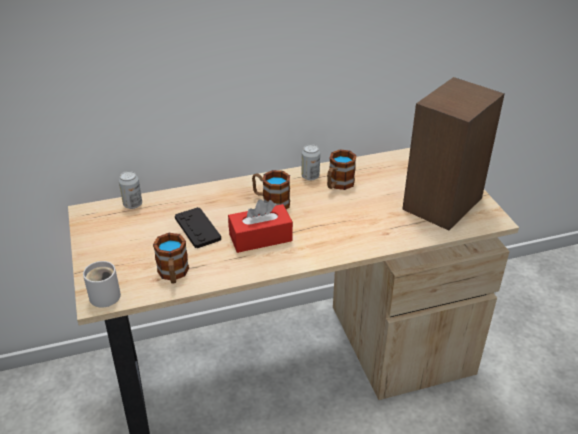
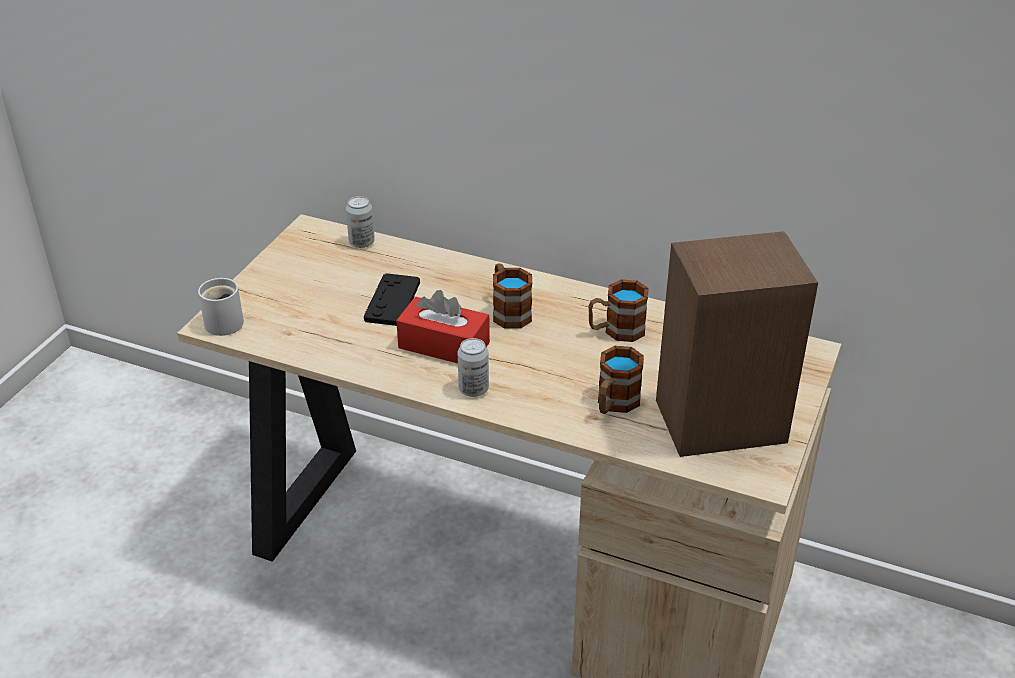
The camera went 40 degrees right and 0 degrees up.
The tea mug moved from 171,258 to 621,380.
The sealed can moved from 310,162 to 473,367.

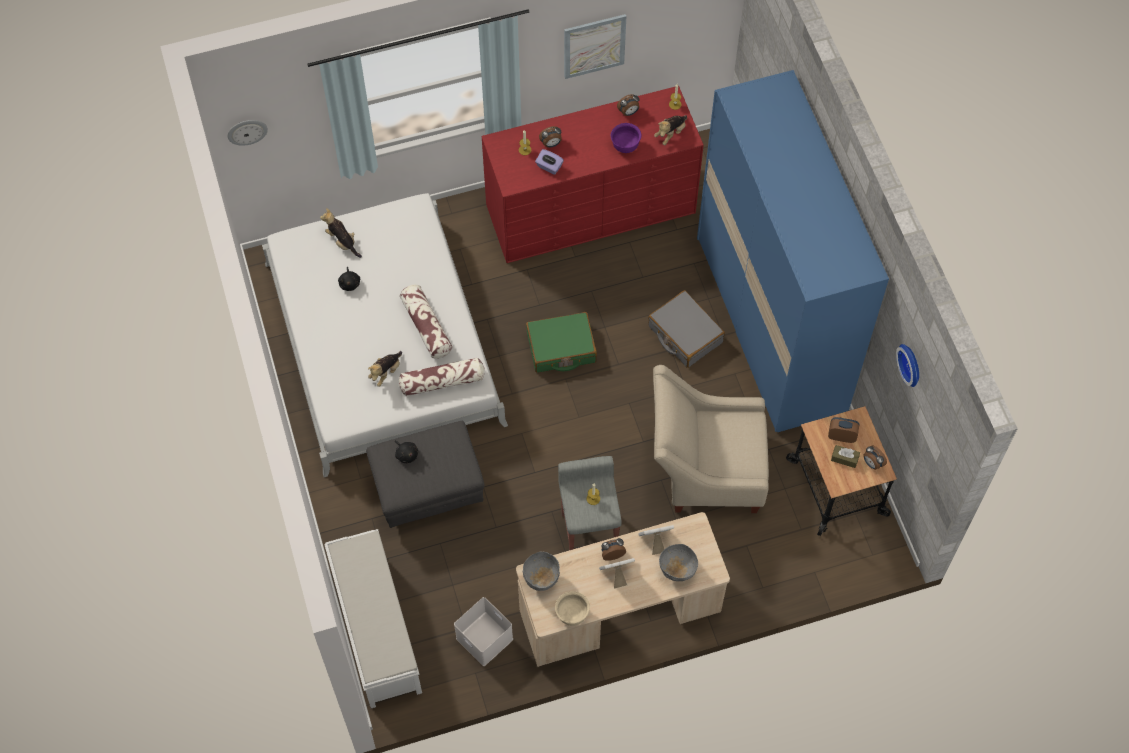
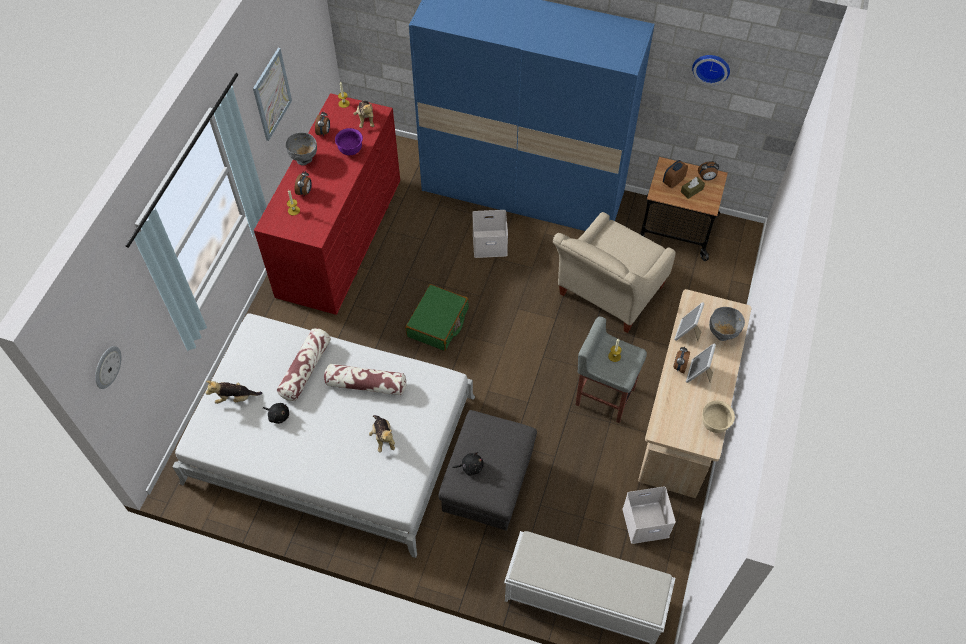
The camera went 55 degrees left and 5 degrees down.
The cushion moved from 442,377 to 304,364.
The deep dish/greyish moved from 541,571 to 301,148.
The tissue box/purplish at 549,162 disappeared.
The piece of luggage/greyish at 686,329 was replaced by the storage container/white at 490,234.

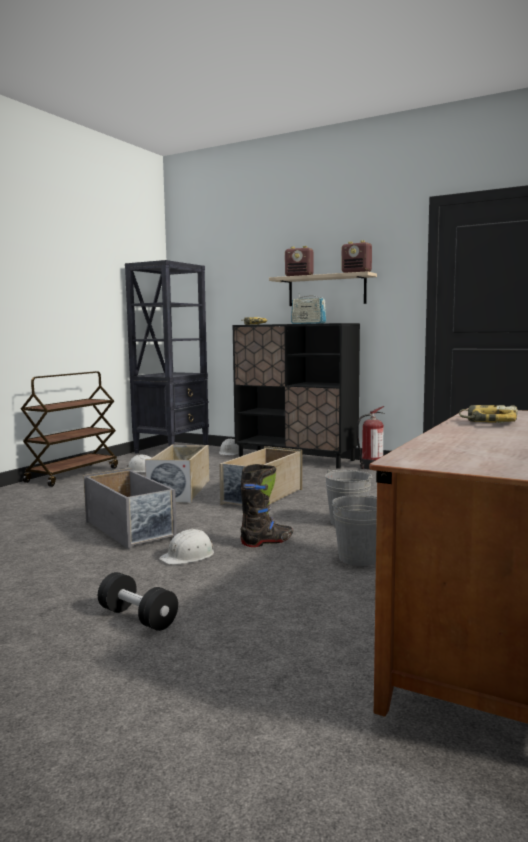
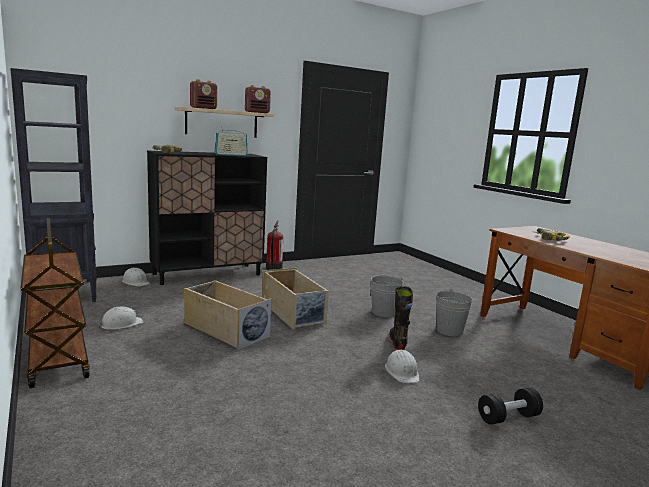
The camera went 60 degrees left and 5 degrees up.
The storage container/greyish at 130,508 disappeared.

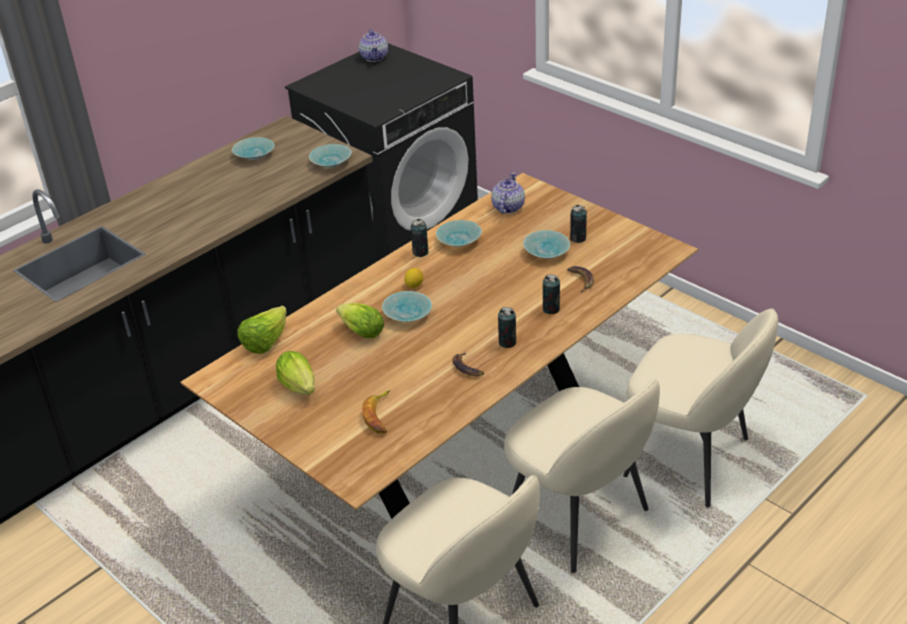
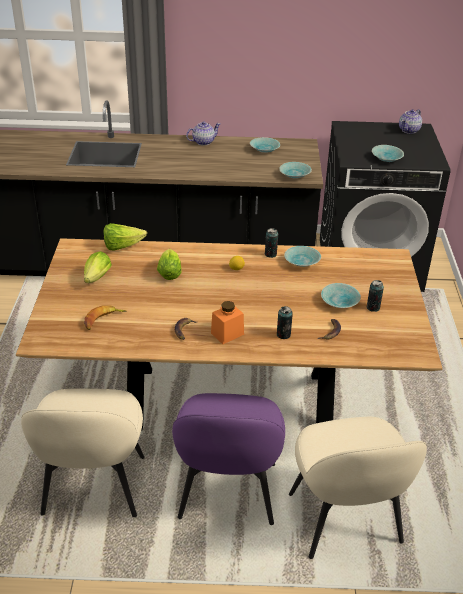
The camera went 45 degrees right and 0 degrees up.
The deep dish/turquoise moved from 407,306 to 388,153.
The teapot moved from 508,193 to 203,133.
The sealed can at 507,327 was replaced by the preserve jar/orangey at 227,322.
The upright chair/beige-coloured at 582,476 became the upright chair/purplish at 228,459.

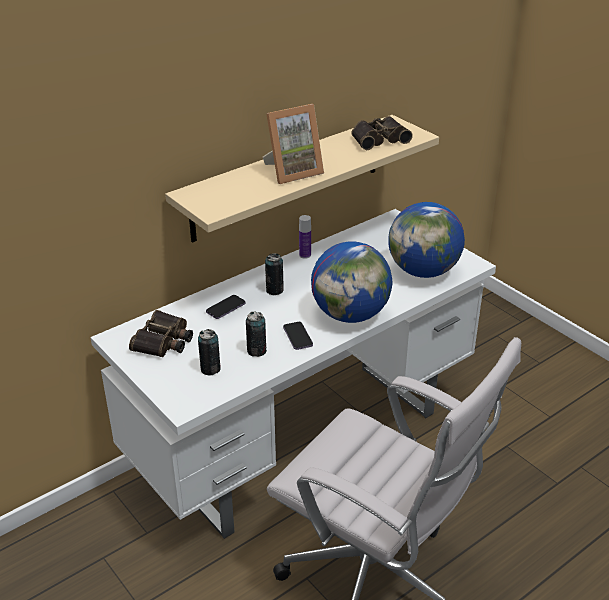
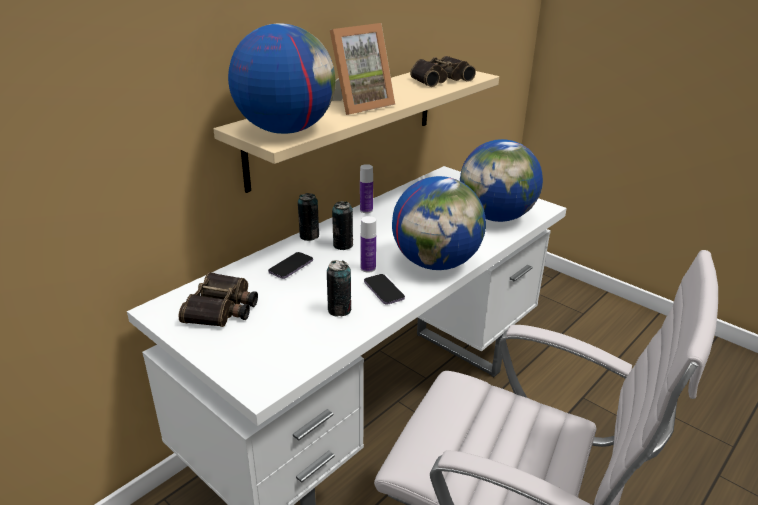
The camera went 10 degrees left and 5 degrees down.
The sealed can moved from 209,352 to 308,217.
The globe at 282,78 appeared.
The drink bottle at 368,244 appeared.

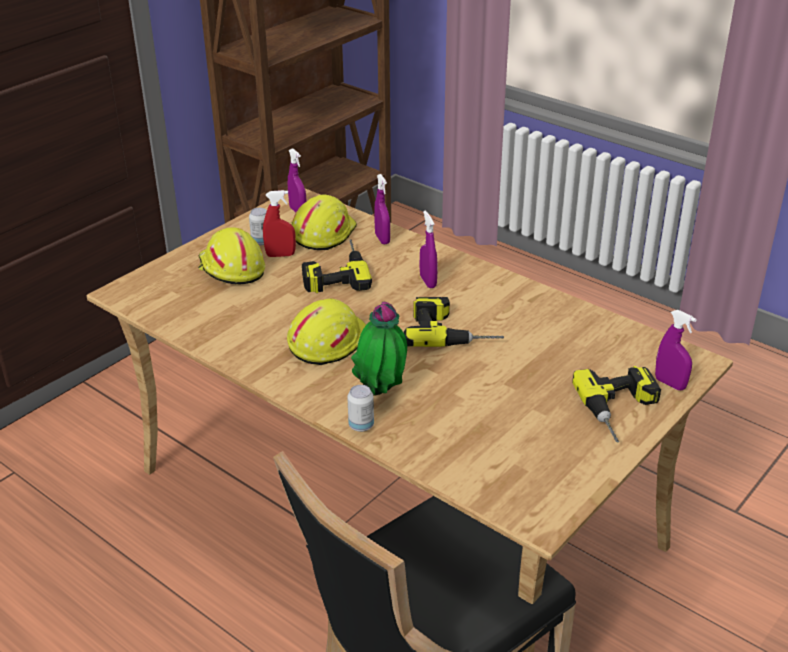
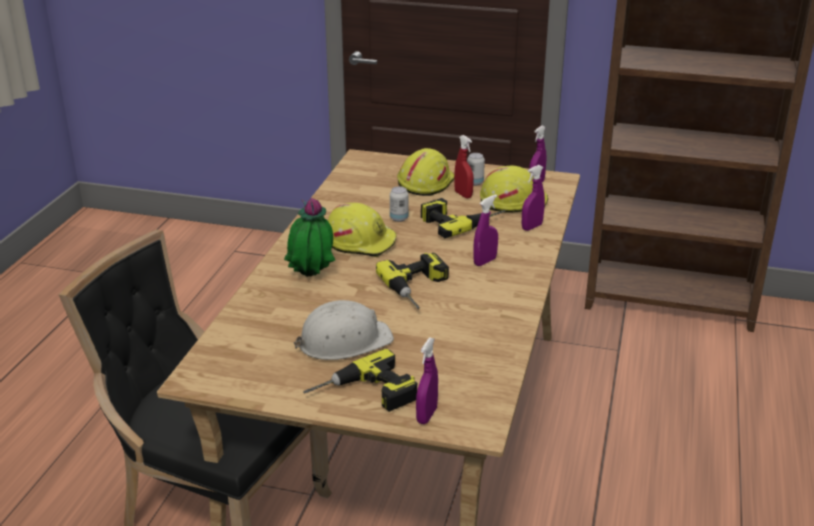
The camera went 65 degrees right and 5 degrees down.
The sealed can moved from 360,408 to 399,204.
The work helmet/white at 344,330 appeared.

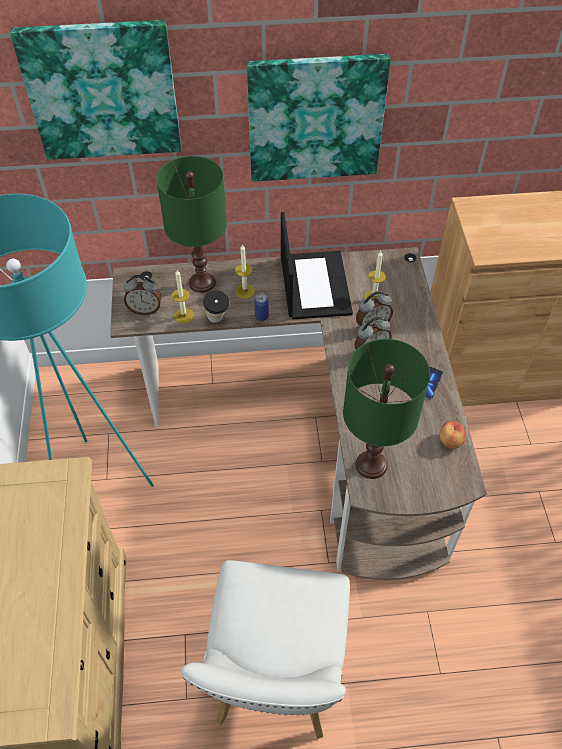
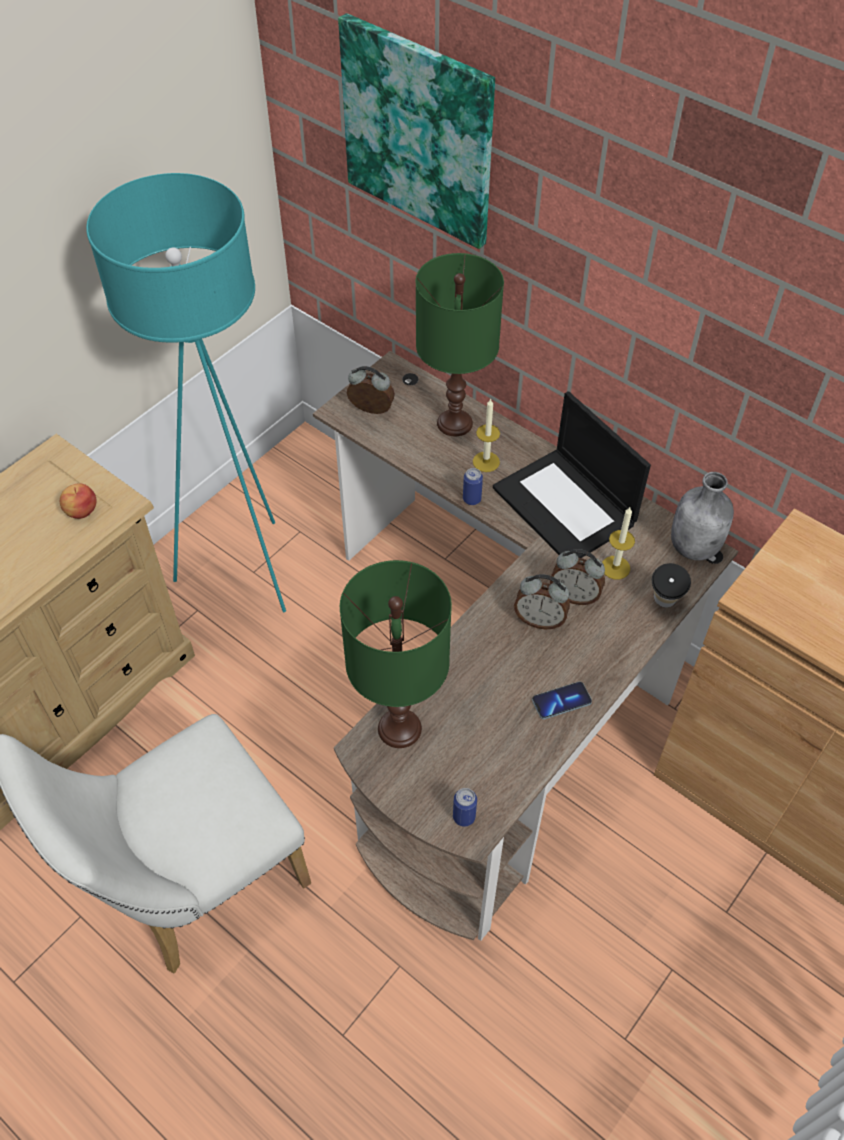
The camera went 45 degrees right and 0 degrees up.
The bedside clock at 142,295 turned 150 degrees clockwise.
The candle at 183,297 disappeared.
The small cup moved from 216,306 to 671,585.
The picture at 319,118 disappeared.
The laptop at 317,265 turned 105 degrees clockwise.
The whole apple moved from 453,435 to 78,501.
The sealed can at 465,807 appeared.
The drink bottle/greyish at 702,516 appeared.

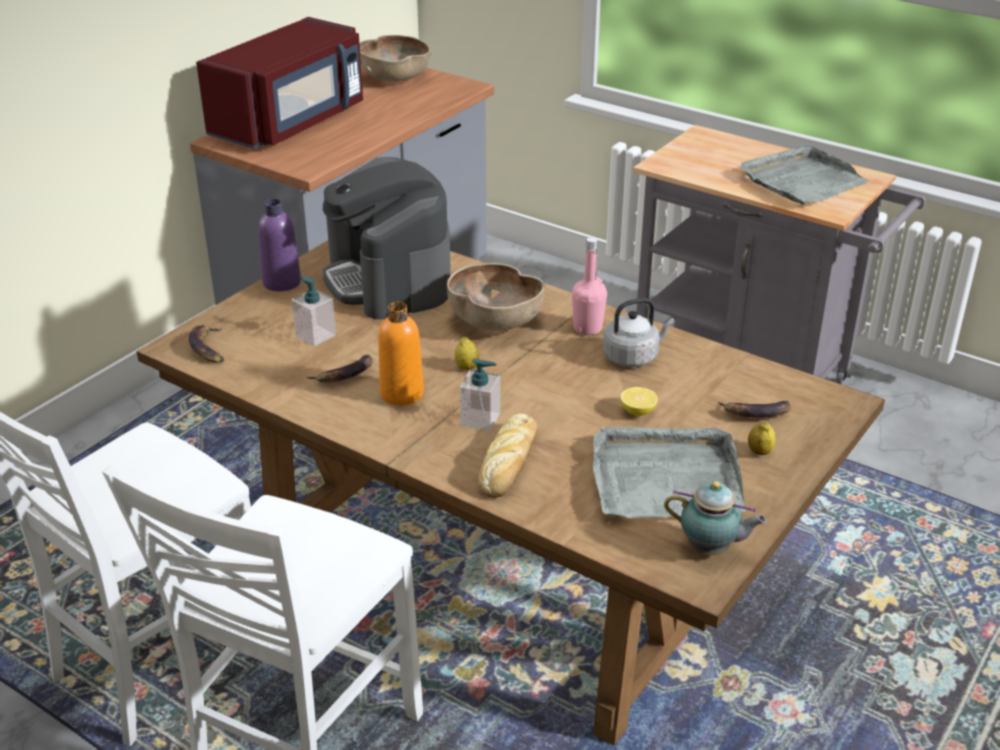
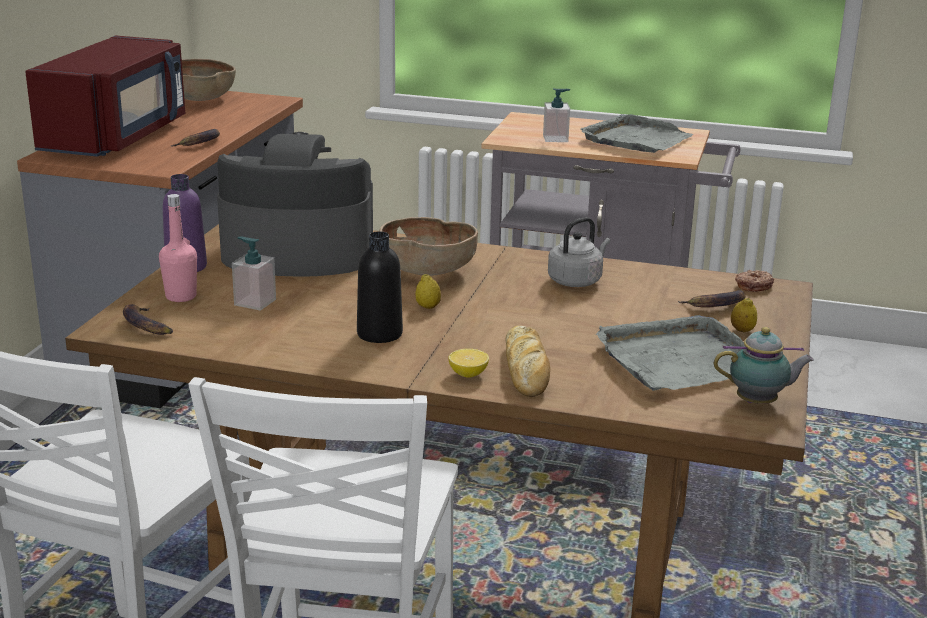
The camera went 20 degrees left and 10 degrees down.
The banana fruit moved from 340,368 to 195,138.
The coffee maker at 386,238 turned 135 degrees clockwise.
The drink bottle/orangey at 401,353 became the drink bottle/blackish at 380,287.
The soap bottle moved from 480,395 to 556,115.
The drink bottle/pinkish moved from 589,286 to 178,248.
The whole lemon moved from 639,401 to 468,363.
The doughnut at 754,281 appeared.

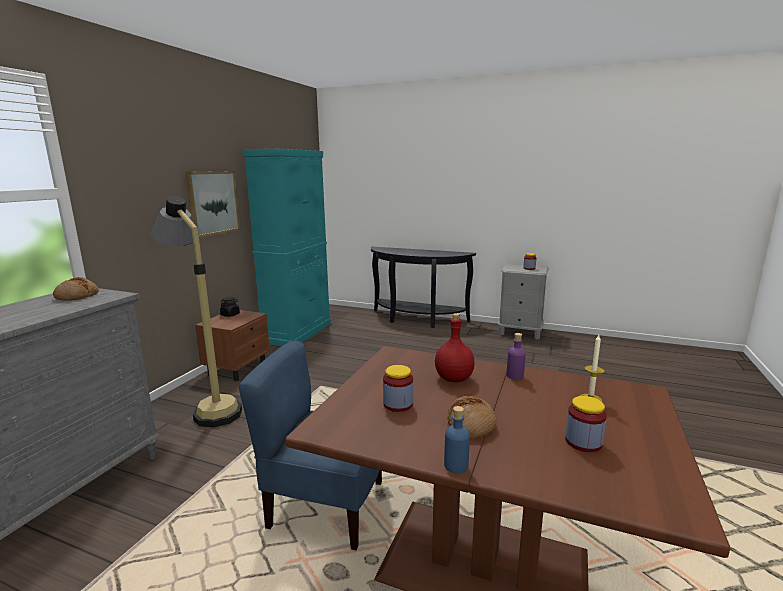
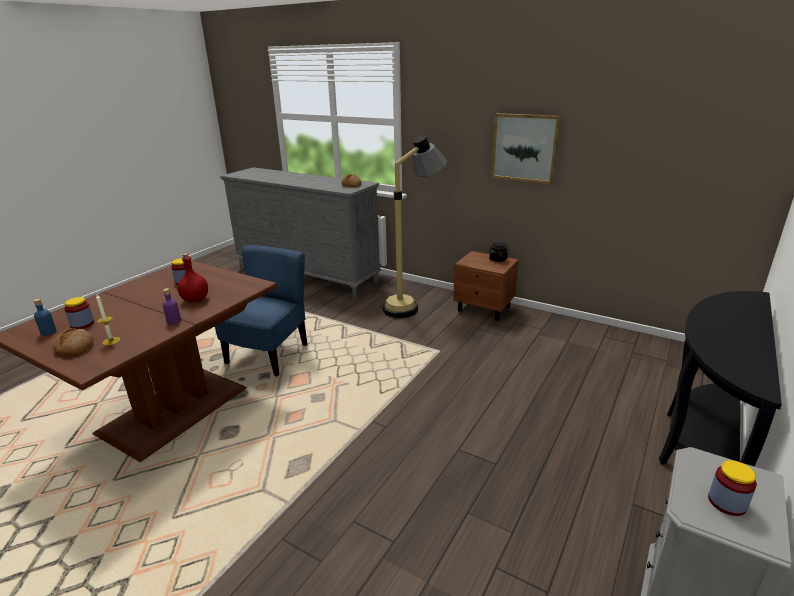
The camera went 100 degrees right and 10 degrees up.
The storage cabinet/turquoise at 286,247 disappeared.
The drink bottle/bluish moved from 457,439 to 45,317.
The bread moved from 472,417 to 73,341.

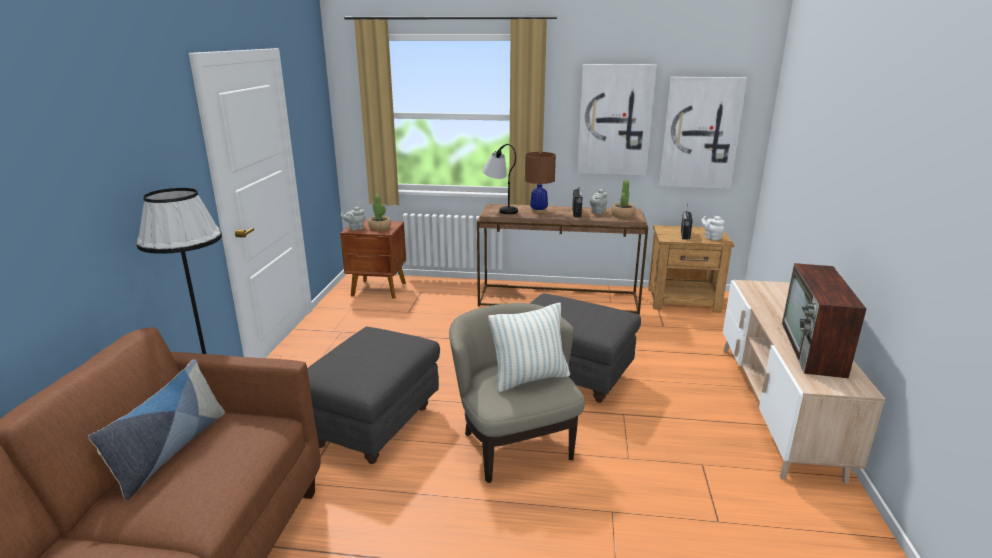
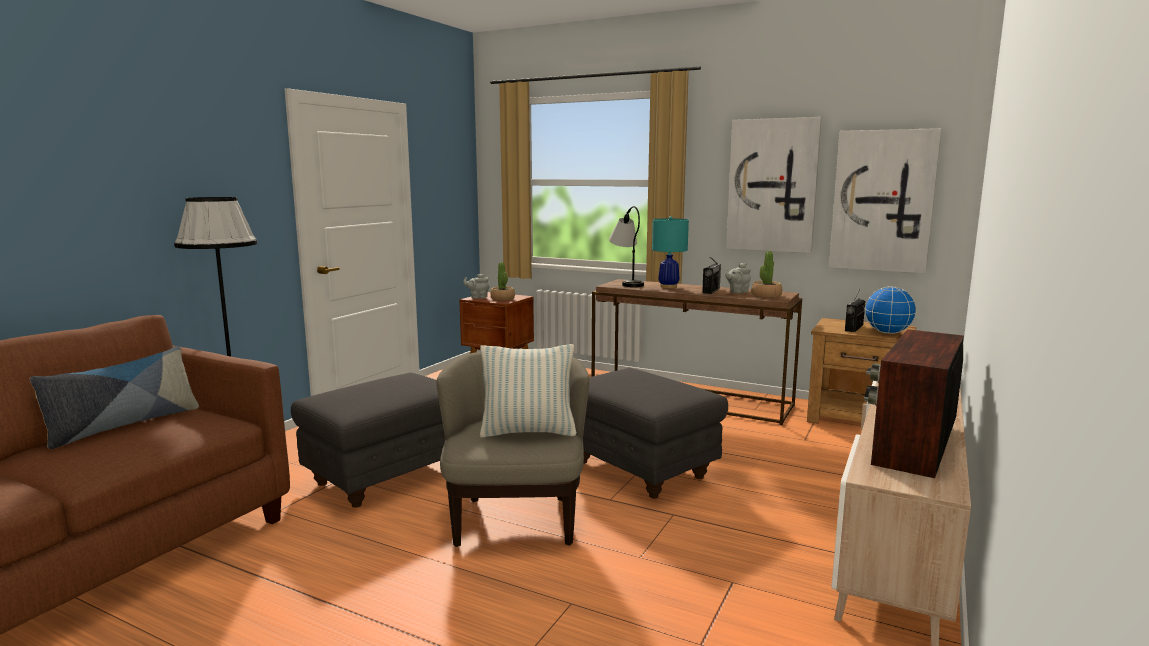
The camera went 20 degrees right and 10 degrees down.
The table lamp/brown at 540,182 became the table lamp/turquoise at 670,252.
The teapot/white at 713,228 was replaced by the globe at 891,310.

